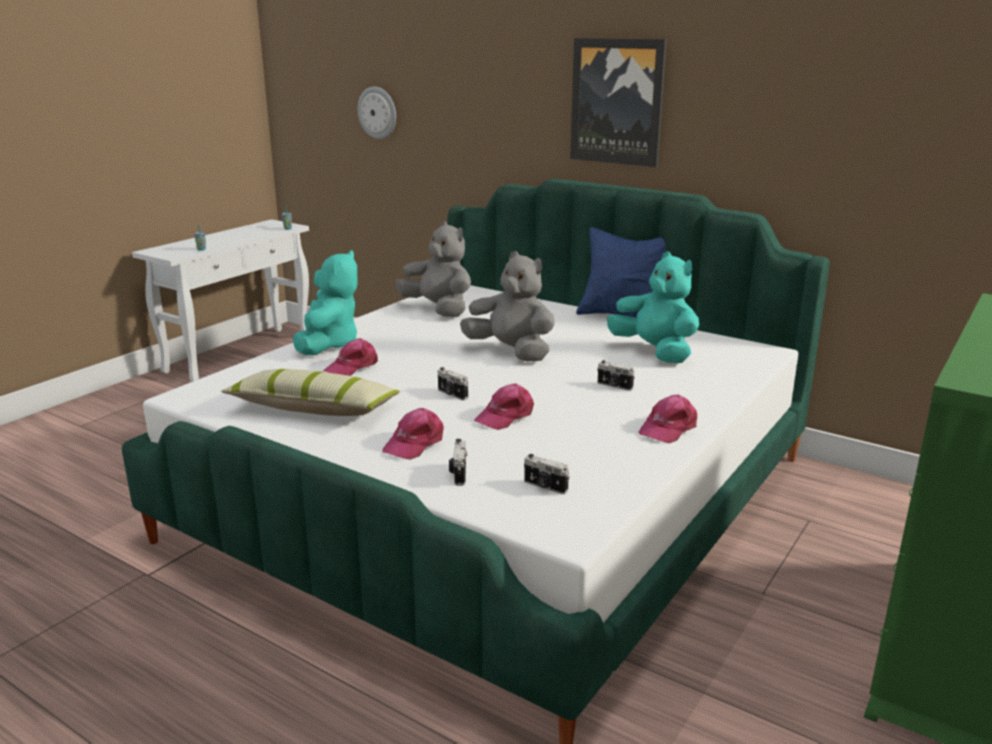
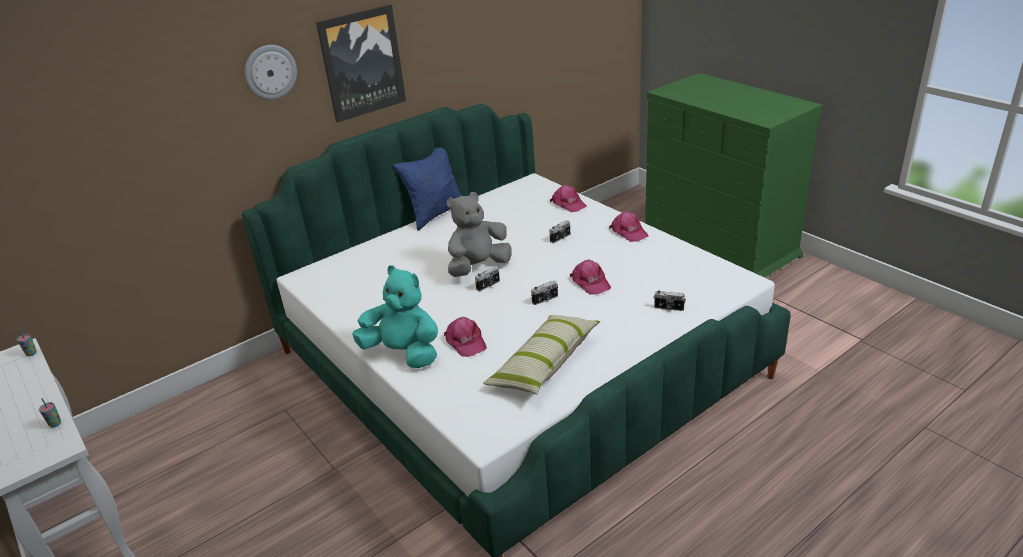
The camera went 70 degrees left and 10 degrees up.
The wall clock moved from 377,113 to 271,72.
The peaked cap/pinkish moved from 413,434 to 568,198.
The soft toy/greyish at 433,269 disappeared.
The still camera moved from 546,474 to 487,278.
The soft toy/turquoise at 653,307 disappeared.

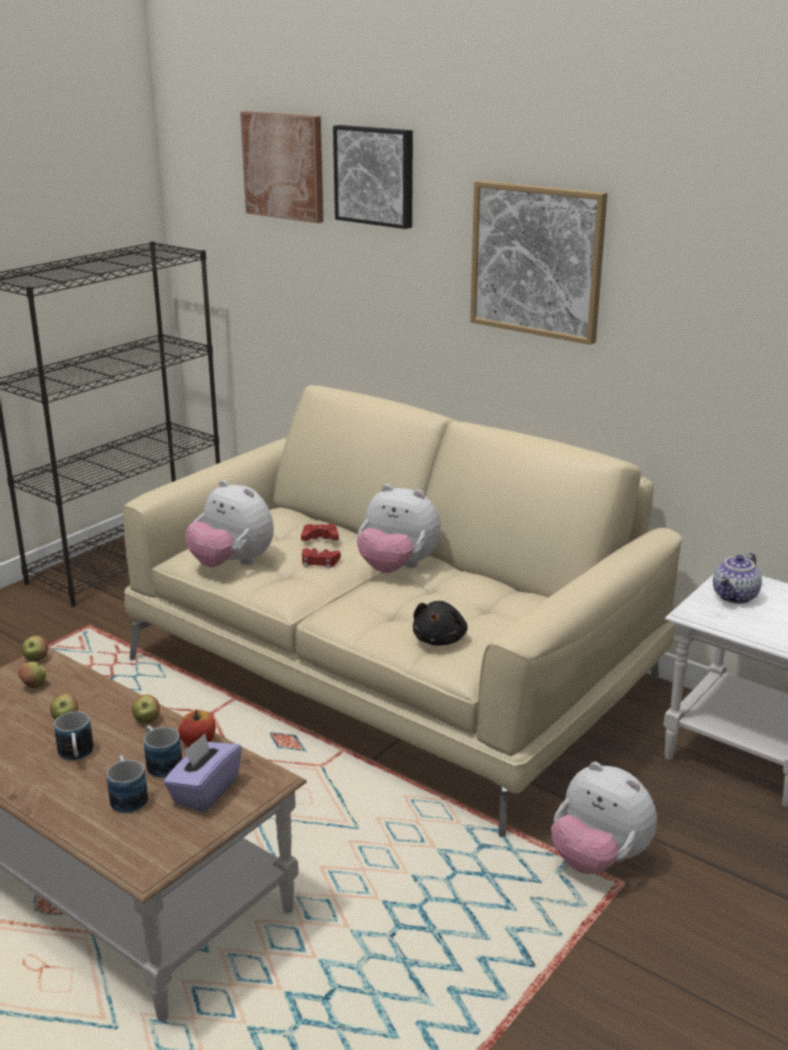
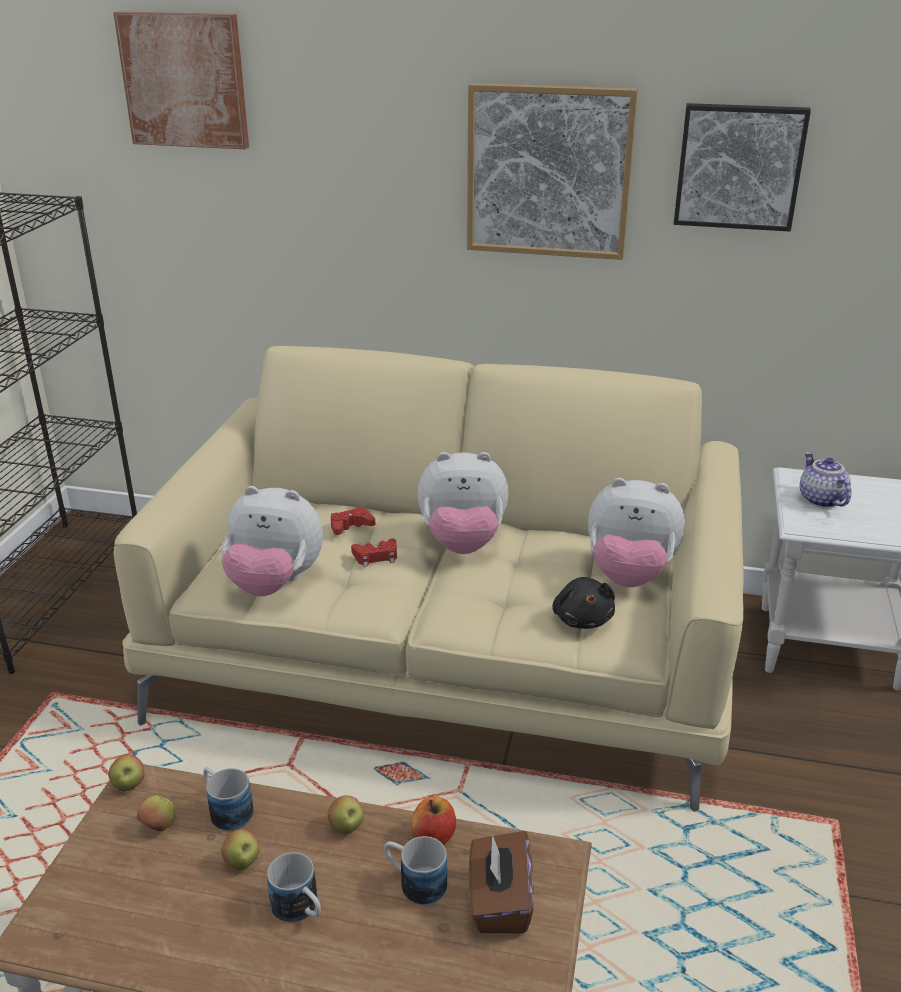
The camera went 25 degrees left and 5 degrees up.
The tea mug moved from 127,784 to 228,799.
The tissue box/purplish at 202,772 became the tissue box/brown at 501,882.
The picture moved from 373,177 to 742,167.
The soft toy moved from 604,818 to 636,532.
The teapot at 737,578 turned 150 degrees clockwise.

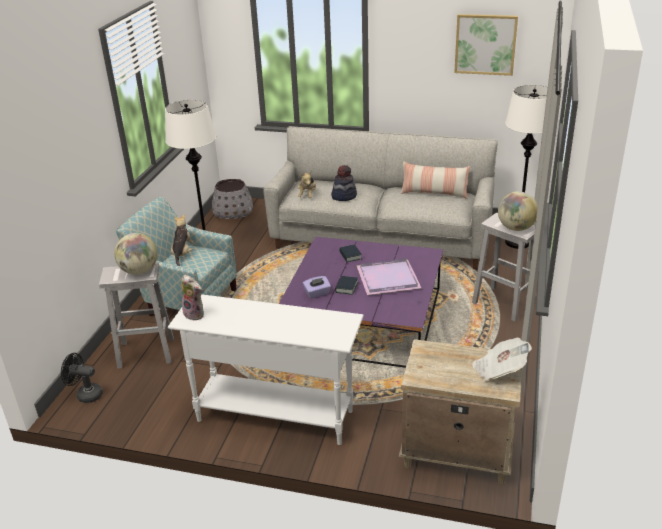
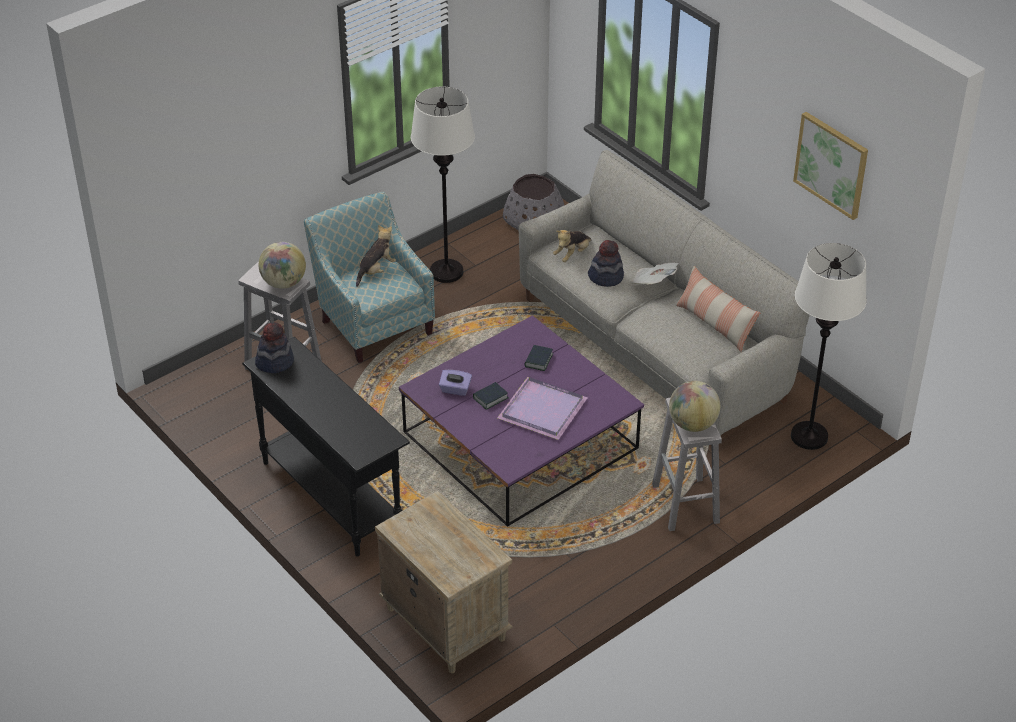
The camera went 35 degrees right and 10 degrees up.
The cooling fan/blackish at 82,378 disappeared.
The narrow table/white at 266,369 became the narrow table/blackish at 326,447.
The soft toy at 192,298 was replaced by the wearable hat at 274,347.
The newspaper moved from 502,359 to 654,274.

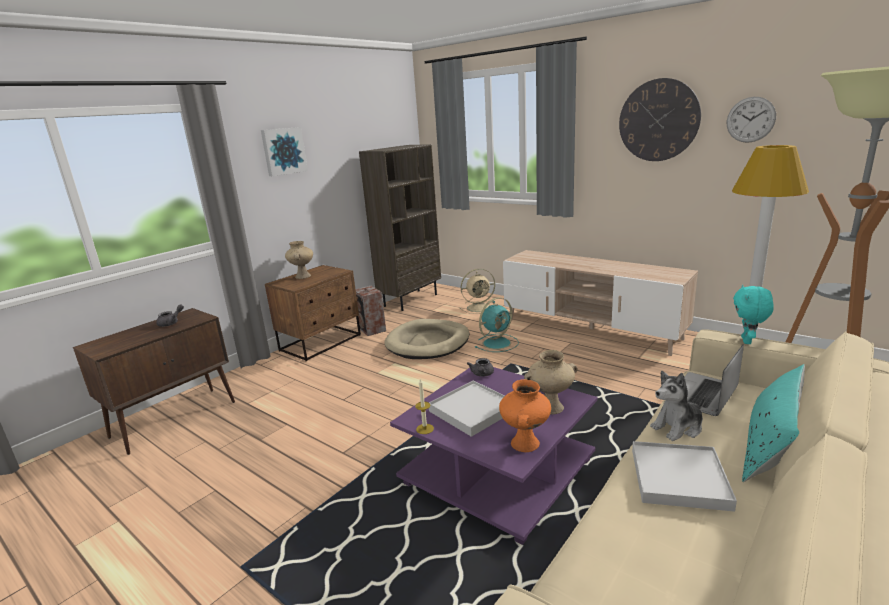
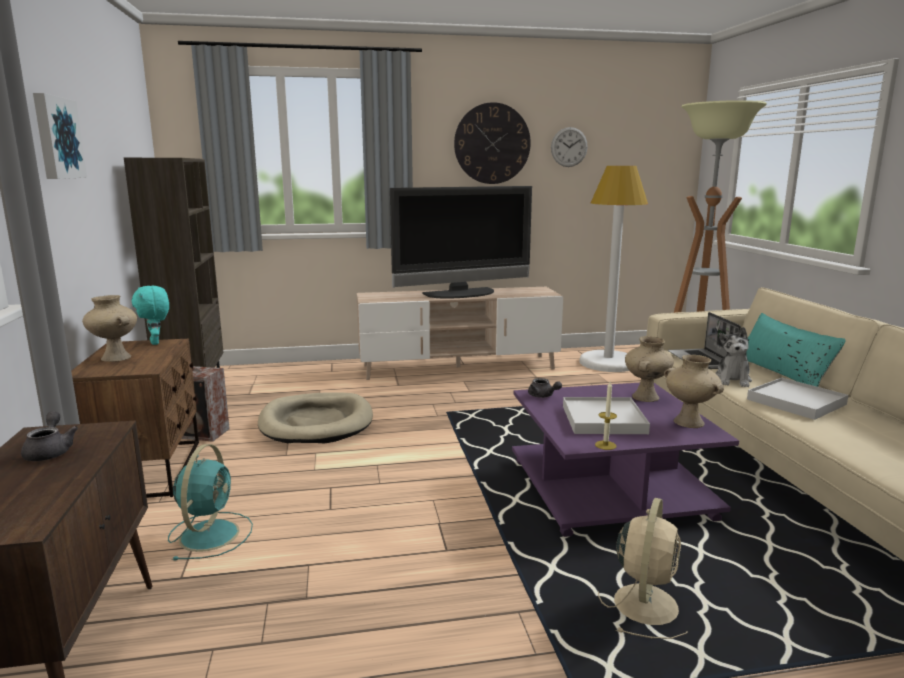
The camera went 50 degrees left and 5 degrees down.
The cooling fan/beige-coloured moved from 477,291 to 642,568.
The cooling fan/turquoise moved from 497,324 to 210,502.
The decorative vase/orangey at 525,415 became the decorative vase/beige-coloured at 694,391.
The soft toy/turquoise moved from 753,314 to 150,315.
The television at 461,242 appeared.

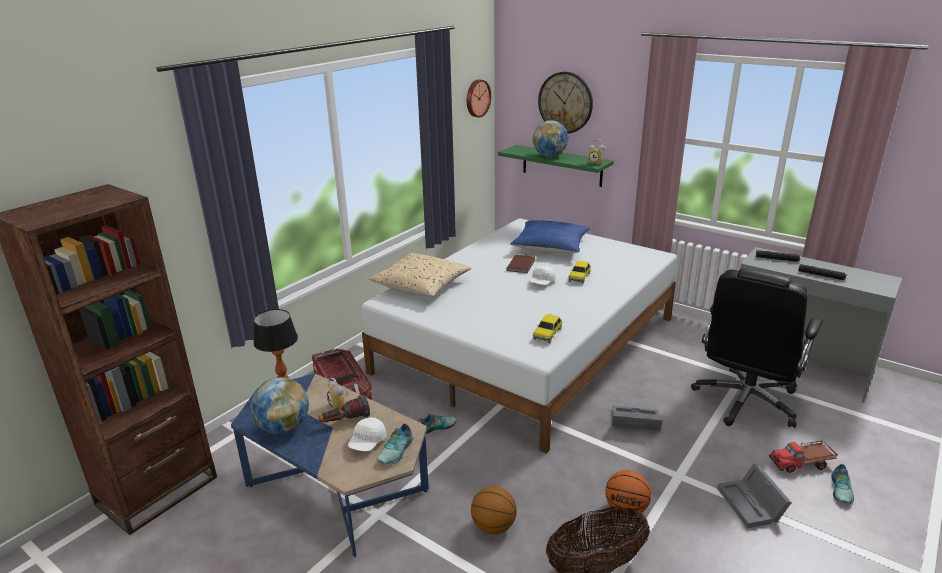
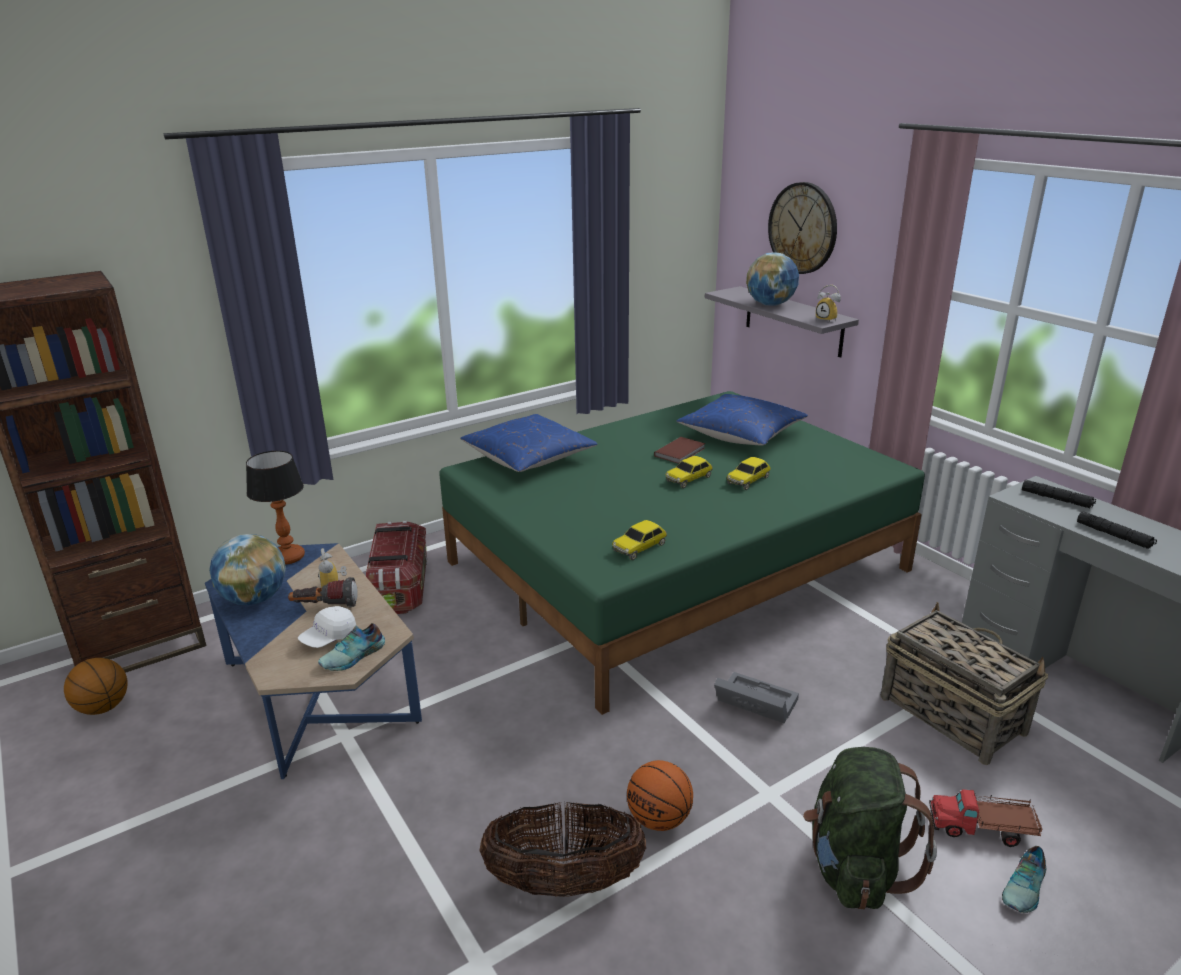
The camera went 20 degrees right and 0 degrees up.
The bedroom bed/white at 519,336 became the bedroom bed/green-coloured at 682,553.
The cushion/beige-coloured at 420,275 became the cushion/bluish at 529,443.
The shoe at 437,424 disappeared.
The wall clock at 479,98 disappeared.
The basketball moved from 494,510 to 96,686.
The shelf/green-coloured at 556,166 became the shelf/greyish at 782,322.
The peaked cap/white at 542,275 was replaced by the model car at 689,472.
The office chair/blackish at 757,348 was replaced by the storage basket at 964,683.
The storage container/greyish at 754,496 was replaced by the rucksack/green-coloured at 870,828.

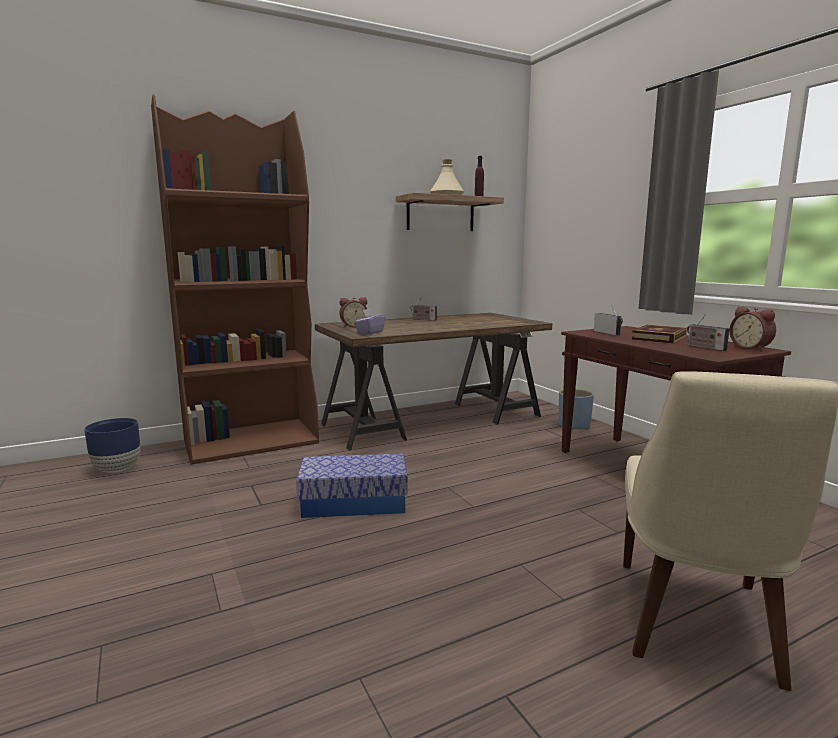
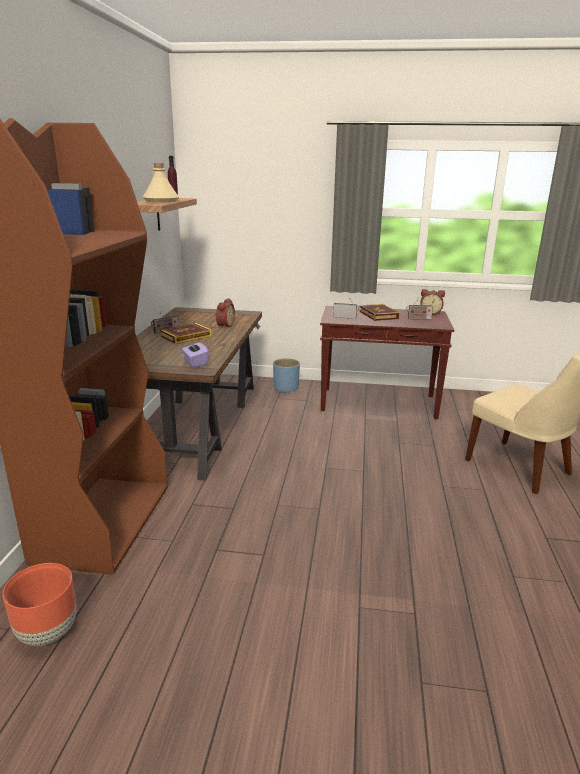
The camera went 55 degrees left and 10 degrees up.
The plant pot/bluish at 112,445 became the plant pot/brown at 39,604.
The storage container at 352,486 disappeared.
The bedside clock moved from 353,312 to 225,313.
The book at 186,333 appeared.

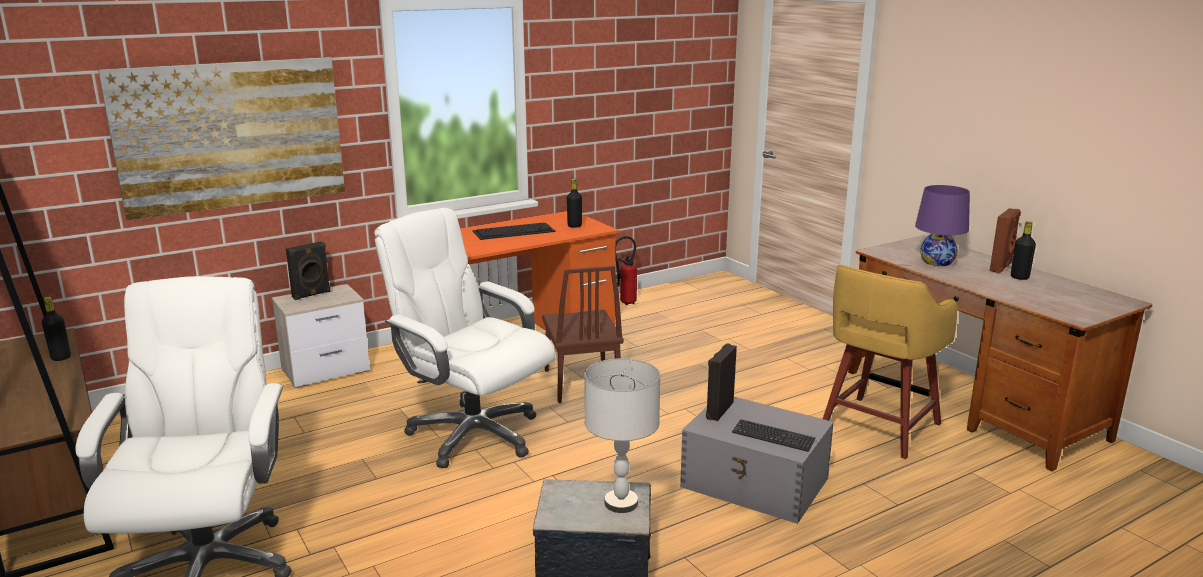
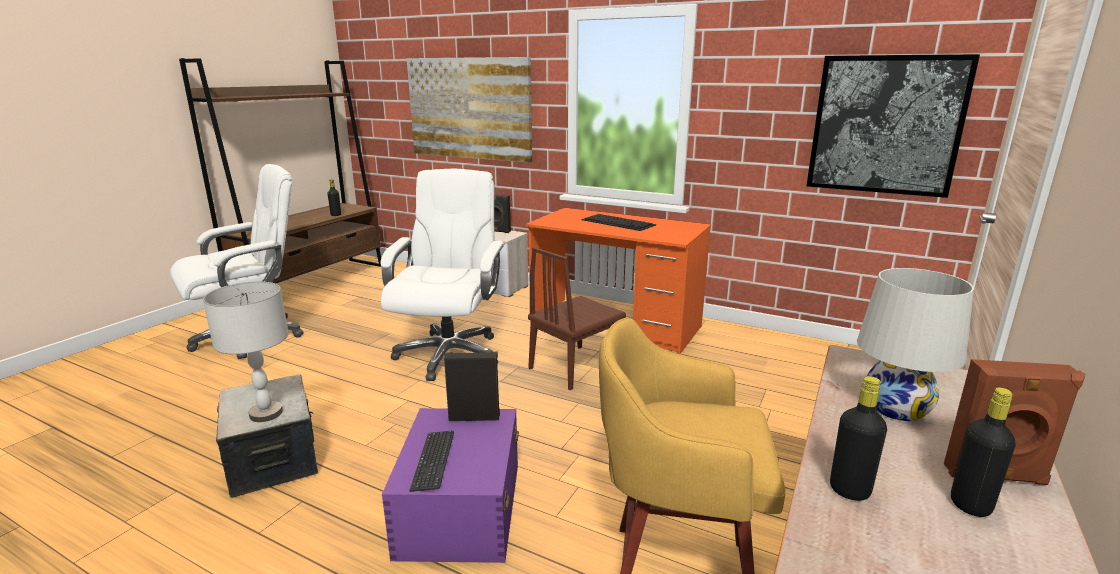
The camera went 60 degrees right and 0 degrees up.
The drink bottle/blackish moved from 574,203 to 858,438.
The fire-fighting cylinder at 626,270 disappeared.
The storage container/greyish at 757,460 became the storage container/purplish at 450,485.
The table lamp/purplish at 942,225 became the table lamp/white at 915,344.
The picture at 893,126 appeared.

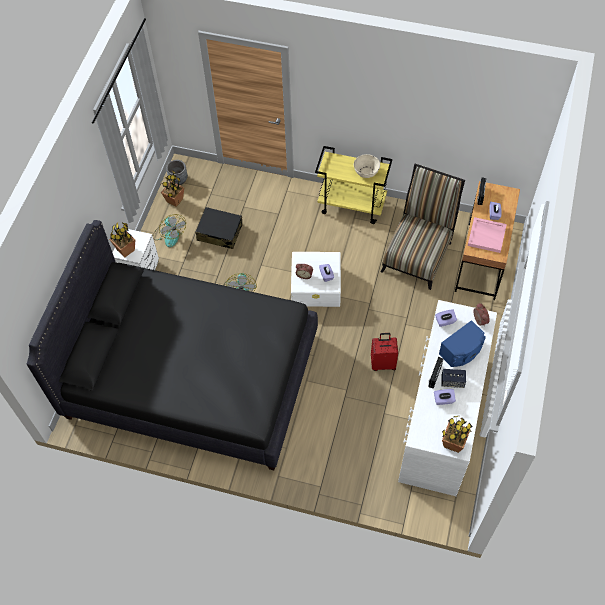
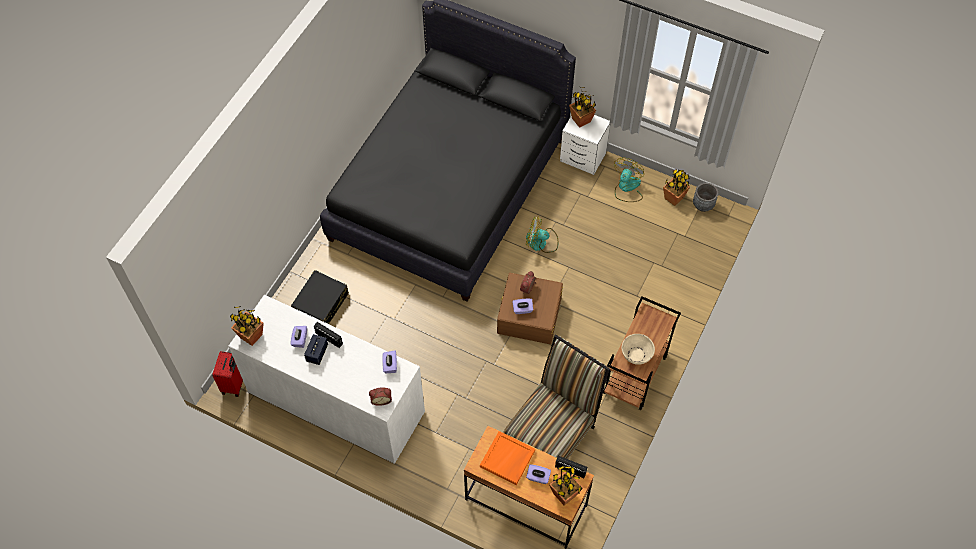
The camera went 100 degrees right and 0 degrees up.
The cooling fan at 169,230 turned 135 degrees clockwise.
The piece of luggage/blackish moved from 219,228 to 320,297.
The storage container/white at 316,279 became the storage container/brown at 530,308.
The cart/yellow-coloured at 353,185 became the cart/brown at 642,353.
The piece of luggage/red-coloured moved from 384,352 to 227,374.
The upright chair at 423,227 turned 90 degrees counterclockwise.
The audio speaker/bluish at 462,343 disappeared.
The tray/pinkish at 487,235 became the tray/orangey at 507,458.
The potted plant at 566,485 appeared.

